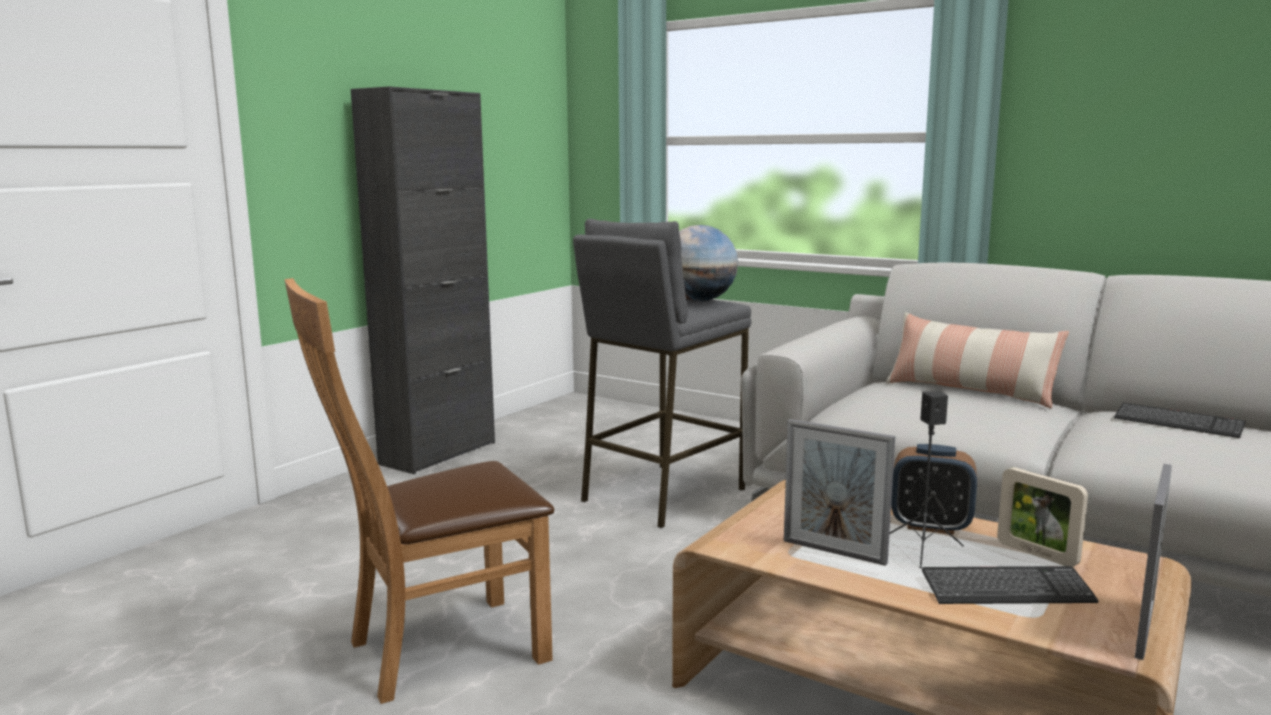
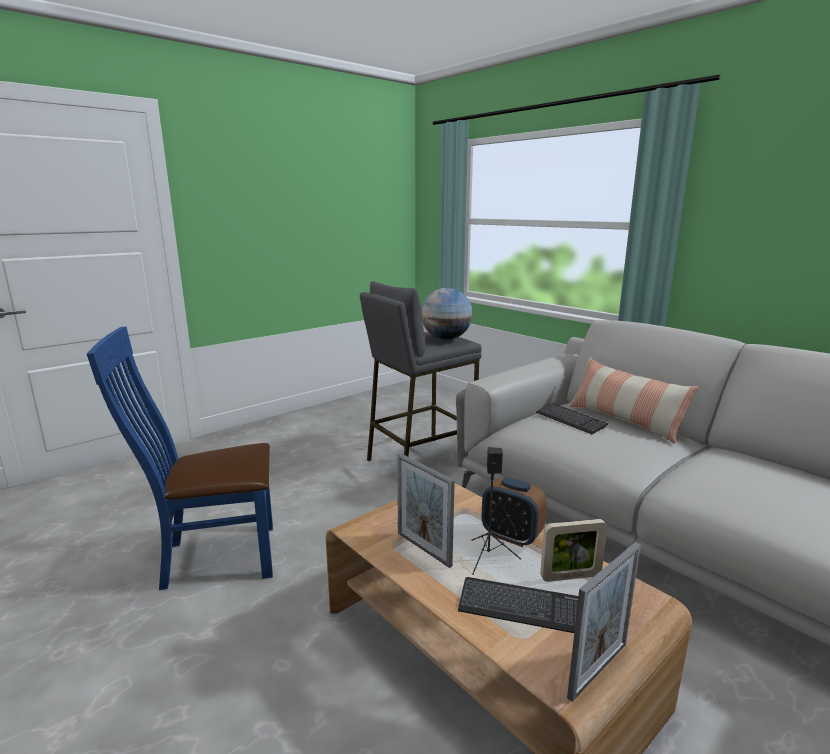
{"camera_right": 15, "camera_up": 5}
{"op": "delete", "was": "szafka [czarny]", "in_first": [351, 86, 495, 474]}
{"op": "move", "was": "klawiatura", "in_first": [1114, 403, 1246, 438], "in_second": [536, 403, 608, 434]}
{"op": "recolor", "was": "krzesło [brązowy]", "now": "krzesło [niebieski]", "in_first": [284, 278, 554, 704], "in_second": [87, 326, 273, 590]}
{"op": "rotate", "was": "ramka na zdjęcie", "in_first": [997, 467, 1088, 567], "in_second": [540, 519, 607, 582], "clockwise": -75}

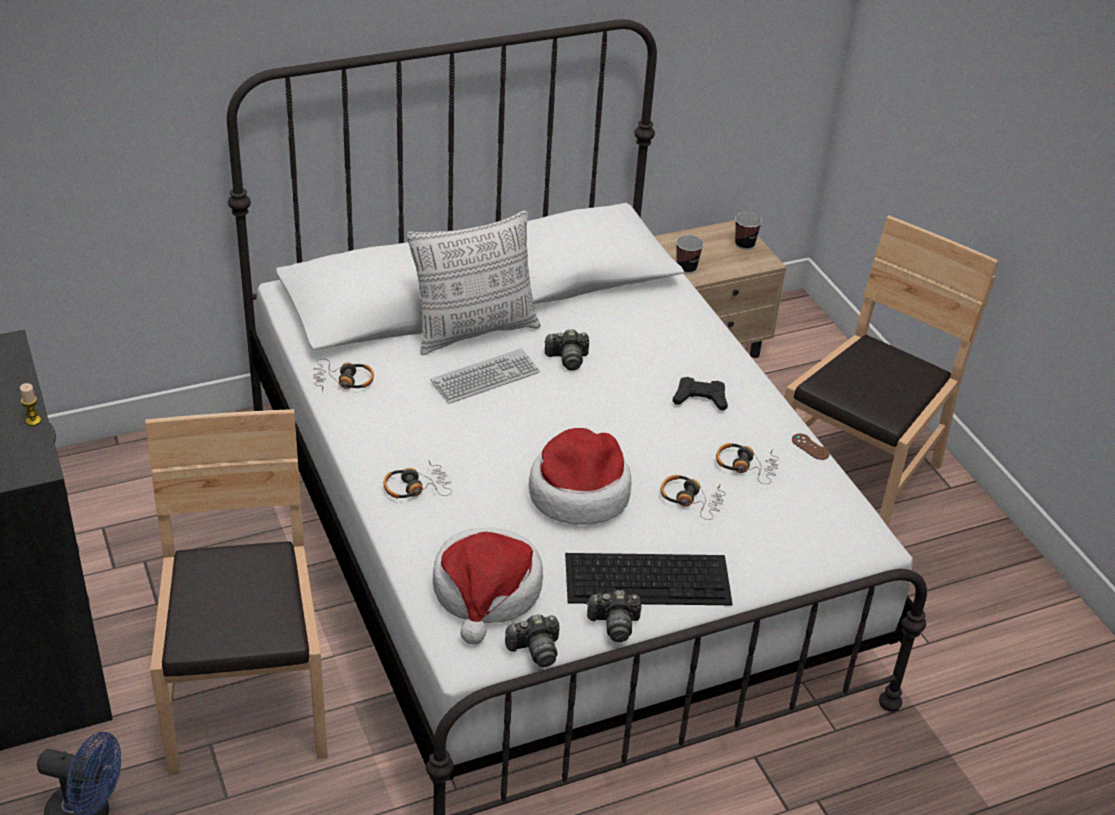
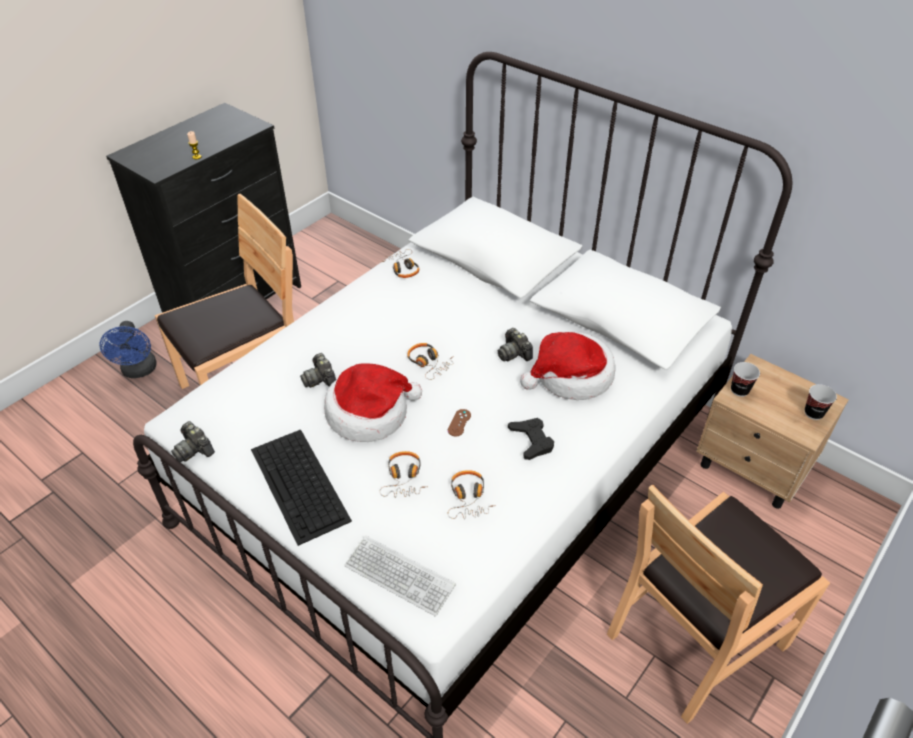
{"camera_right": 65, "camera_up": 5}
{"op": "delete", "was": "poduszka", "in_first": [406, 210, 541, 355]}
{"op": "move", "was": "słuchawki", "in_first": [383, 460, 452, 499], "in_second": [407, 343, 454, 380]}
{"op": "move", "was": "klawiatura", "in_first": [430, 348, 540, 404], "in_second": [344, 536, 456, 617]}
{"op": "move", "was": "kapelusz", "in_first": [433, 527, 543, 644], "in_second": [520, 332, 615, 400]}
{"op": "move", "was": "aparat fotograficzny", "in_first": [586, 590, 641, 642], "in_second": [300, 353, 336, 388]}
{"op": "move", "was": "pad do gier [brązowy]", "in_first": [792, 433, 830, 460], "in_second": [448, 409, 471, 437]}
{"op": "rotate", "was": "krzesło [brązowy]", "in_first": [785, 216, 998, 526], "in_second": [607, 485, 830, 724], "clockwise": 135}

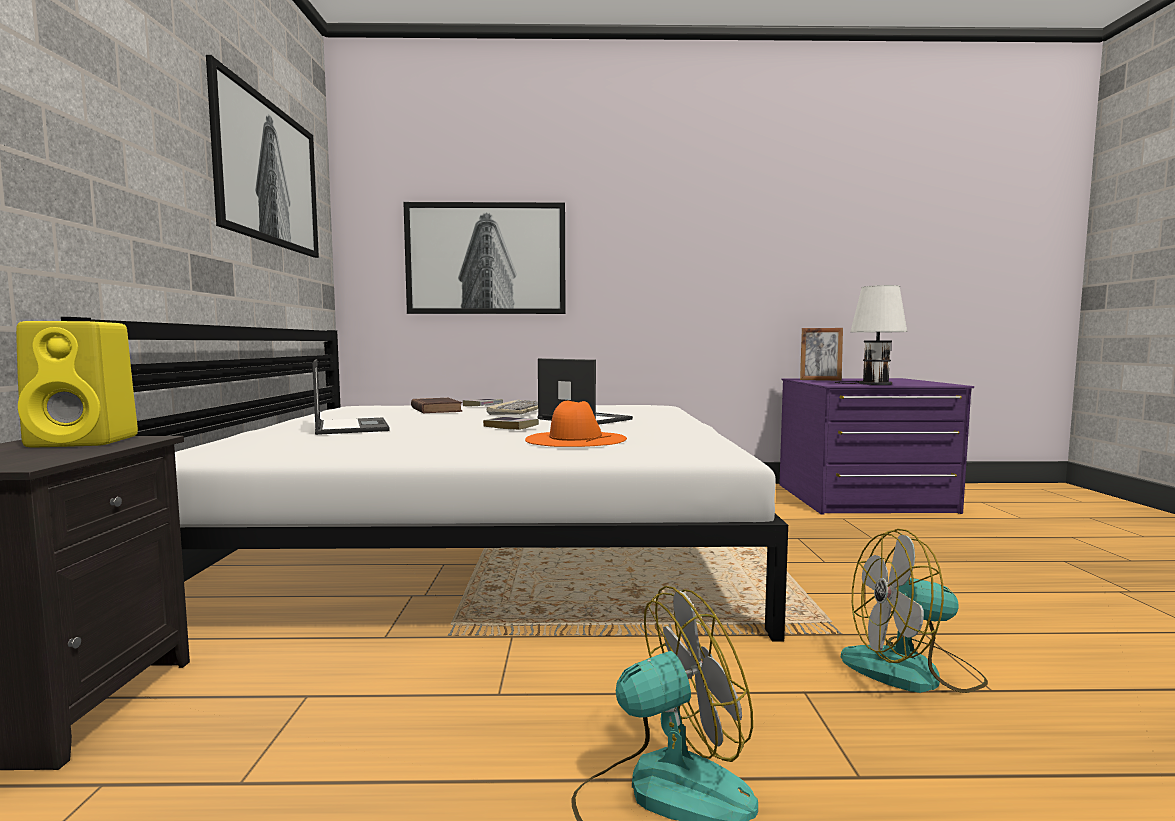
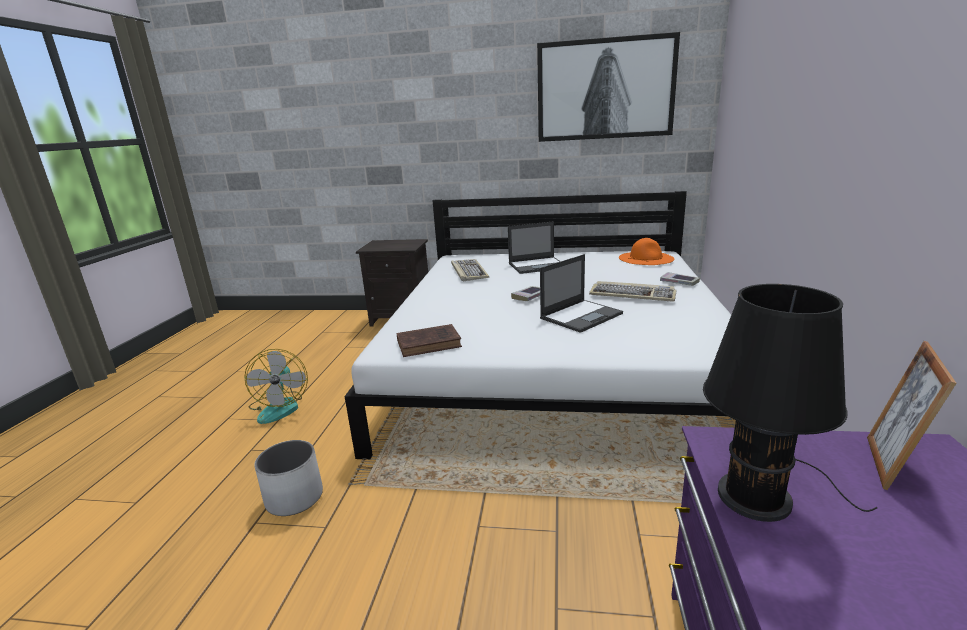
{"camera_right": 100, "camera_up": 15}
{"op": "delete", "was": "głośnik [żółty]", "in_first": [16, 321, 138, 448]}
{"op": "delete", "was": "obraz", "in_first": [403, 202, 566, 314]}
{"op": "insert", "now": "klawiatura", "in_second": [451, 259, 489, 281]}
{"op": "move", "was": "książka [brązowy]", "in_first": [411, 398, 463, 413], "in_second": [397, 324, 462, 357]}
{"op": "move", "was": "kapelusz [pomarańczowy]", "in_first": [525, 401, 627, 447], "in_second": [619, 238, 674, 265]}
{"op": "replace", "was": "wentylator", "now": "donica [biały]", "in_first": [841, 529, 988, 693], "in_second": [254, 440, 323, 516]}
{"op": "recolor", "was": "lampa stołowa [biały]", "now": "lampa stołowa [czarny]", "in_first": [834, 285, 908, 385], "in_second": [703, 284, 877, 522]}

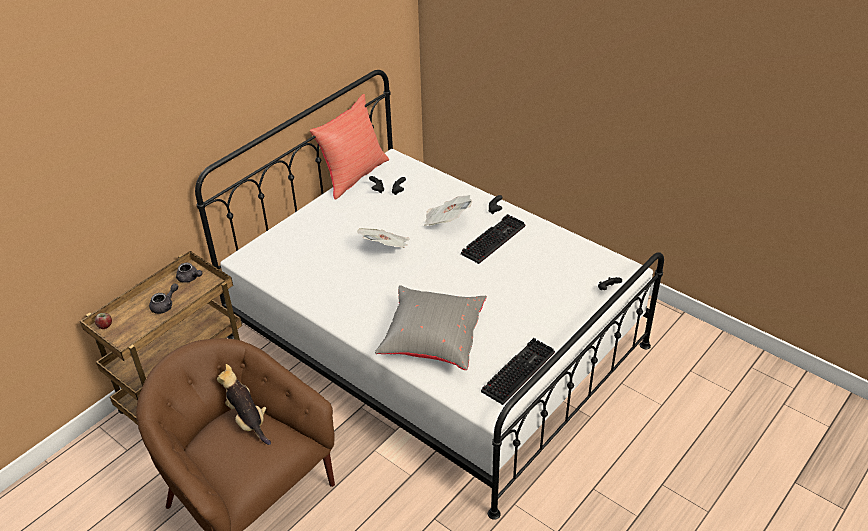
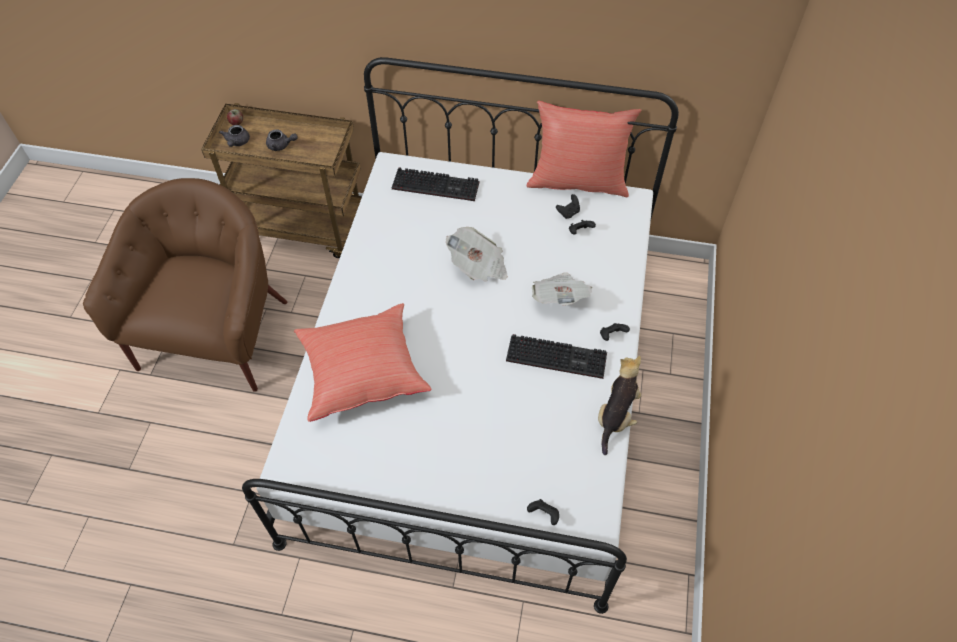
{"camera_right": 60, "camera_up": 15}
{"op": "move", "was": "imbryk [szary]", "in_first": [176, 263, 203, 283], "in_second": [219, 125, 250, 147]}
{"op": "move", "was": "pluszak", "in_first": [217, 364, 271, 445], "in_second": [598, 356, 642, 455]}
{"op": "move", "was": "klawiatura", "in_first": [481, 338, 555, 405], "in_second": [392, 167, 479, 201]}
{"op": "recolor", "was": "poduszka [szary]", "now": "poduszka [czerwony]", "in_first": [375, 285, 487, 370], "in_second": [294, 303, 431, 422]}

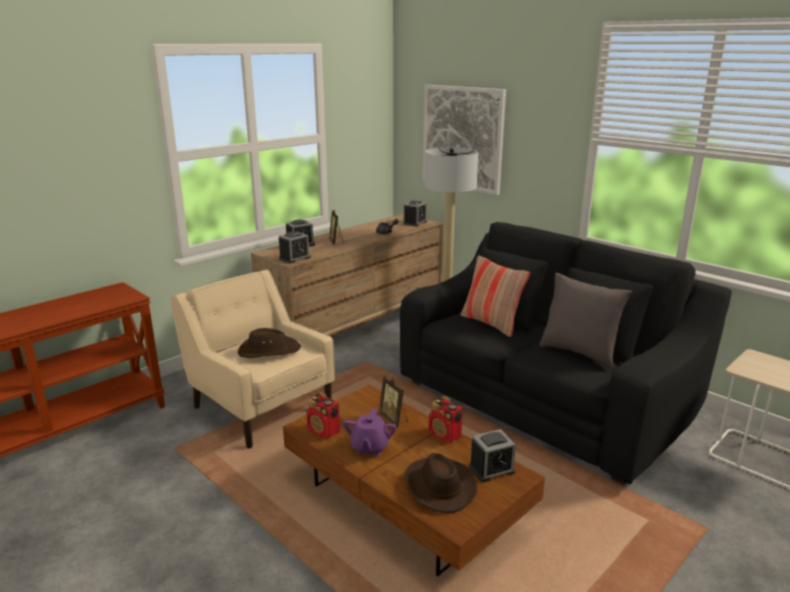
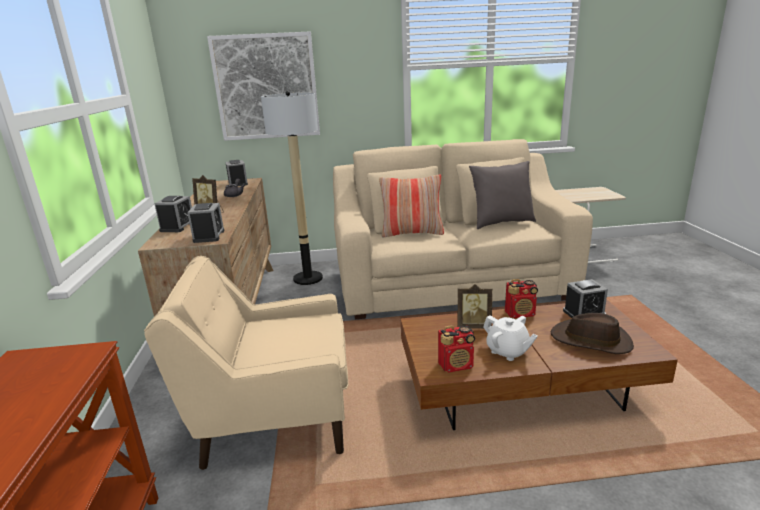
{"camera_right": -50, "camera_up": 0}
{"op": "delete", "was": "kapelusz [brązowy]", "in_first": [238, 328, 301, 358]}
{"op": "recolor", "was": "imbryk [fioletowy]", "now": "imbryk [biały]", "in_first": [343, 409, 396, 456], "in_second": [483, 315, 538, 361]}
{"op": "recolor", "was": "kanapa [czarny]", "now": "kanapa [beżowy]", "in_first": [400, 222, 732, 485], "in_second": [333, 139, 593, 319]}
{"op": "rotate", "was": "budzik", "in_first": [469, 429, 516, 482], "in_second": [563, 279, 608, 318], "clockwise": 60}

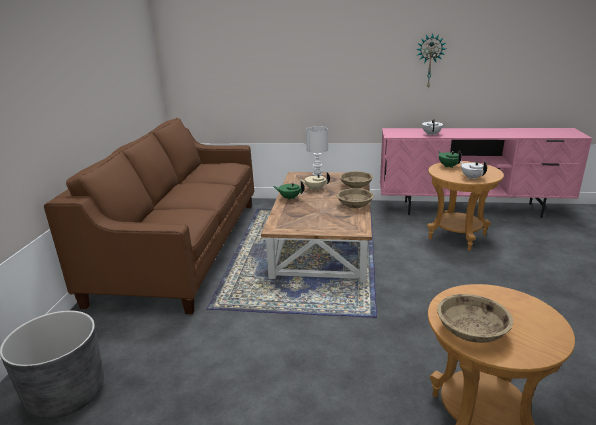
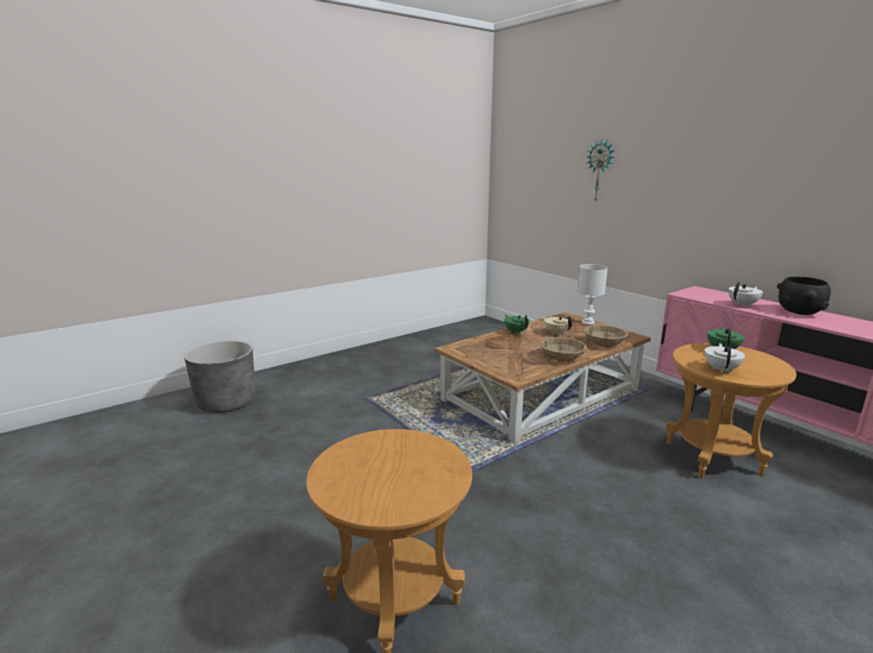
{"camera_right": 45, "camera_up": -5}
{"op": "delete", "was": "kanapa [brązowy]", "in_first": [44, 118, 254, 314]}
{"op": "delete", "was": "miska [beżowy]", "in_first": [437, 294, 513, 343]}
{"op": "insert", "now": "miska [czarny]", "in_second": [777, 276, 831, 315]}
{"op": "move", "was": "zegar ścienny", "in_first": [416, 34, 446, 88], "in_second": [586, 140, 614, 203]}

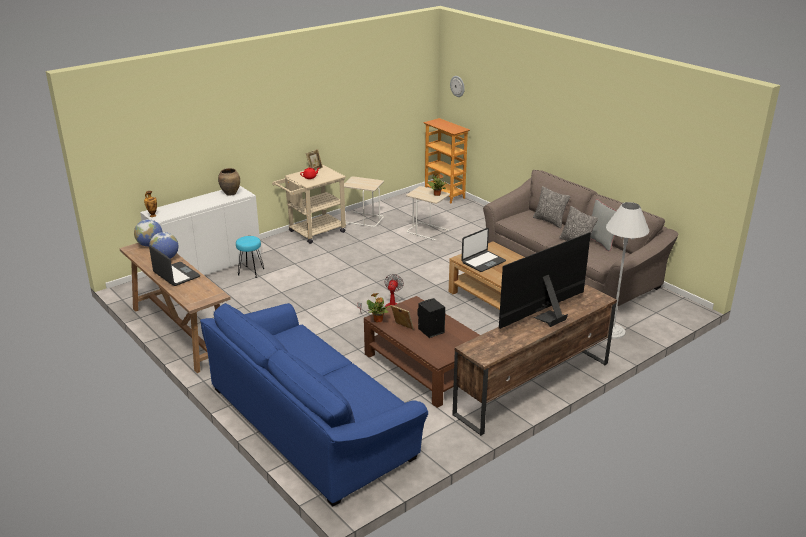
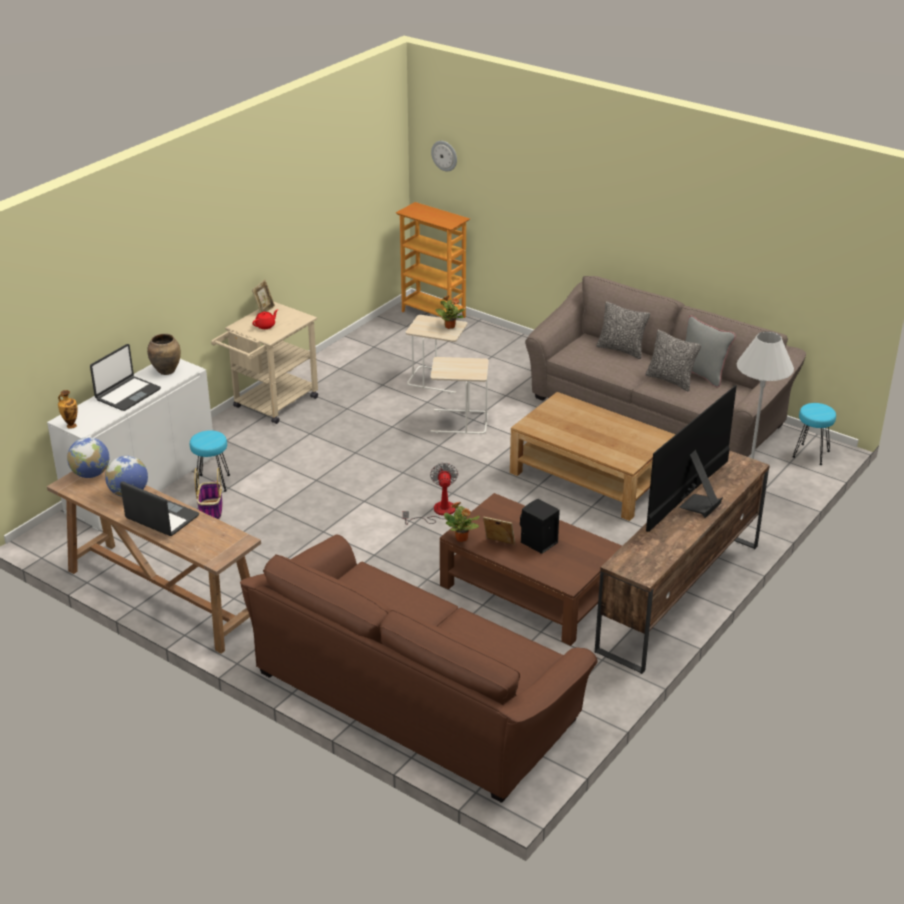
{"camera_right": -15, "camera_up": 5}
{"op": "insert", "now": "koszyk", "in_second": [194, 468, 223, 520]}
{"op": "insert", "now": "stołek [turkusowy]", "in_second": [792, 403, 836, 465]}
{"op": "move", "was": "stolik [beżowy]", "in_first": [344, 176, 384, 227], "in_second": [430, 357, 489, 434]}
{"op": "move", "was": "laptop", "in_first": [461, 228, 506, 272], "in_second": [90, 344, 161, 411]}
{"op": "recolor", "was": "kanapa [niebieski]", "now": "kanapa [brązowy]", "in_first": [200, 303, 428, 506], "in_second": [240, 535, 598, 803]}

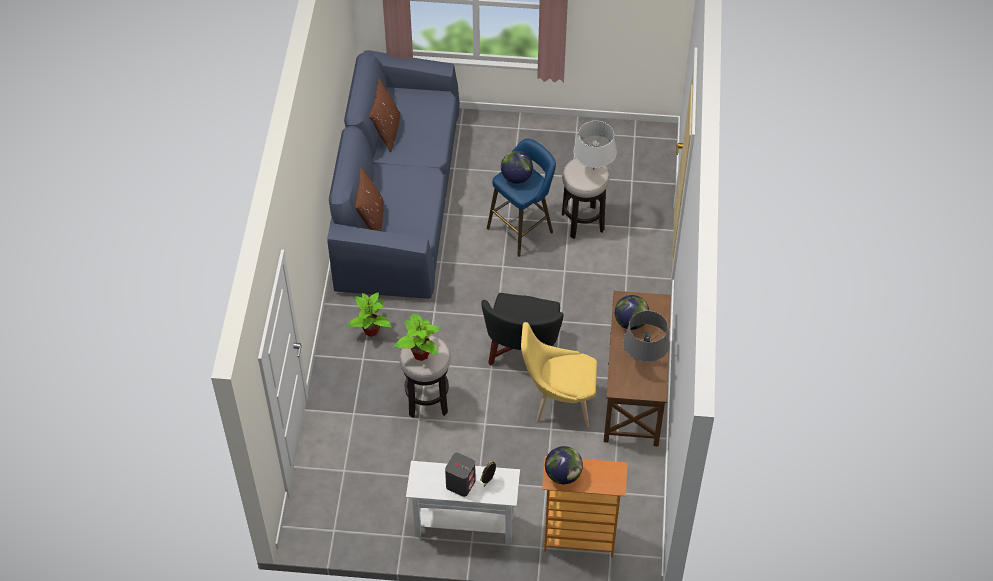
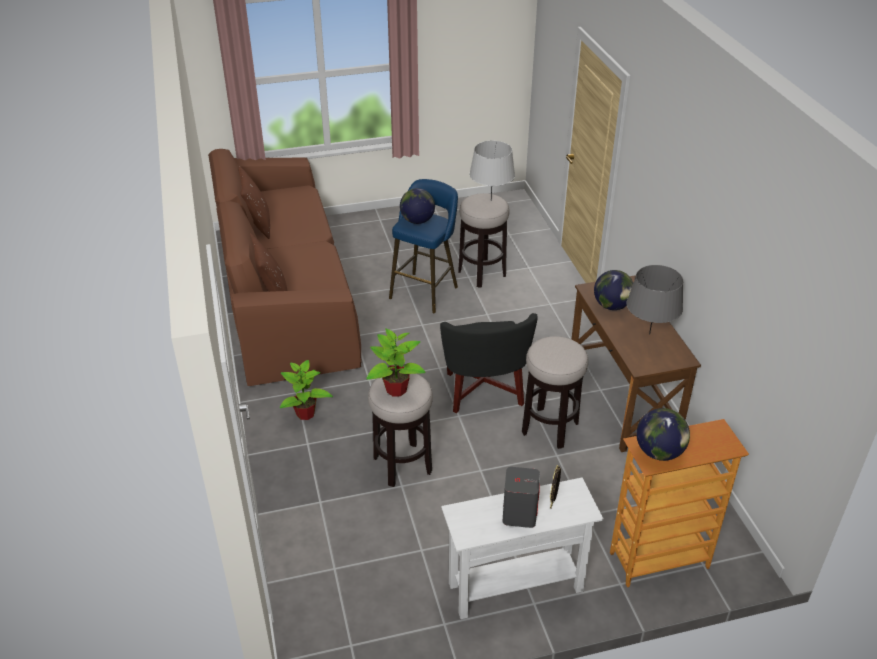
{"camera_right": -20, "camera_up": -15}
{"op": "replace", "was": "krzesło [żółty]", "now": "stołek", "in_first": [521, 322, 597, 428], "in_second": [522, 336, 588, 449]}
{"op": "recolor", "was": "kanapa [niebieski]", "now": "kanapa [brązowy]", "in_first": [327, 50, 460, 299], "in_second": [208, 149, 362, 386]}

